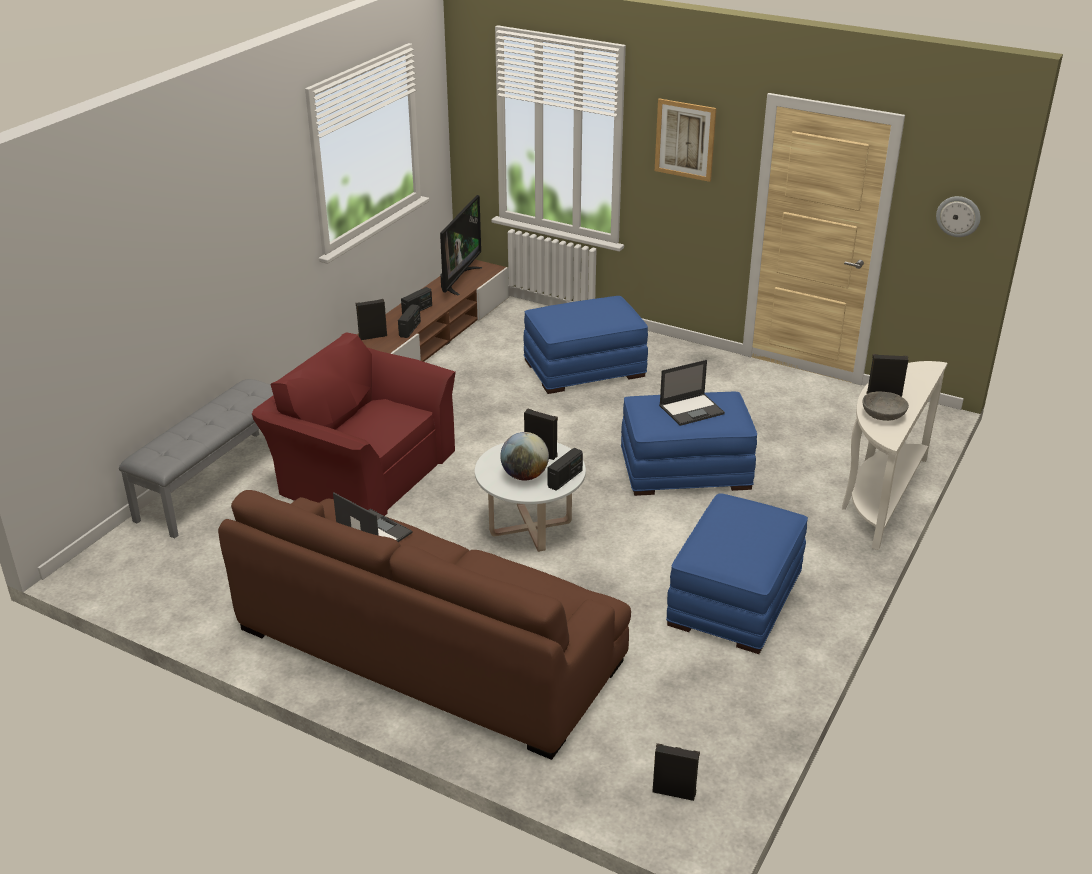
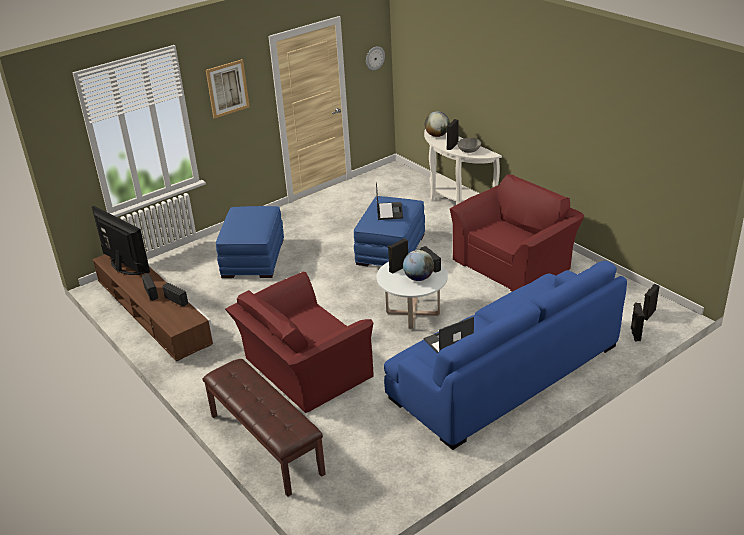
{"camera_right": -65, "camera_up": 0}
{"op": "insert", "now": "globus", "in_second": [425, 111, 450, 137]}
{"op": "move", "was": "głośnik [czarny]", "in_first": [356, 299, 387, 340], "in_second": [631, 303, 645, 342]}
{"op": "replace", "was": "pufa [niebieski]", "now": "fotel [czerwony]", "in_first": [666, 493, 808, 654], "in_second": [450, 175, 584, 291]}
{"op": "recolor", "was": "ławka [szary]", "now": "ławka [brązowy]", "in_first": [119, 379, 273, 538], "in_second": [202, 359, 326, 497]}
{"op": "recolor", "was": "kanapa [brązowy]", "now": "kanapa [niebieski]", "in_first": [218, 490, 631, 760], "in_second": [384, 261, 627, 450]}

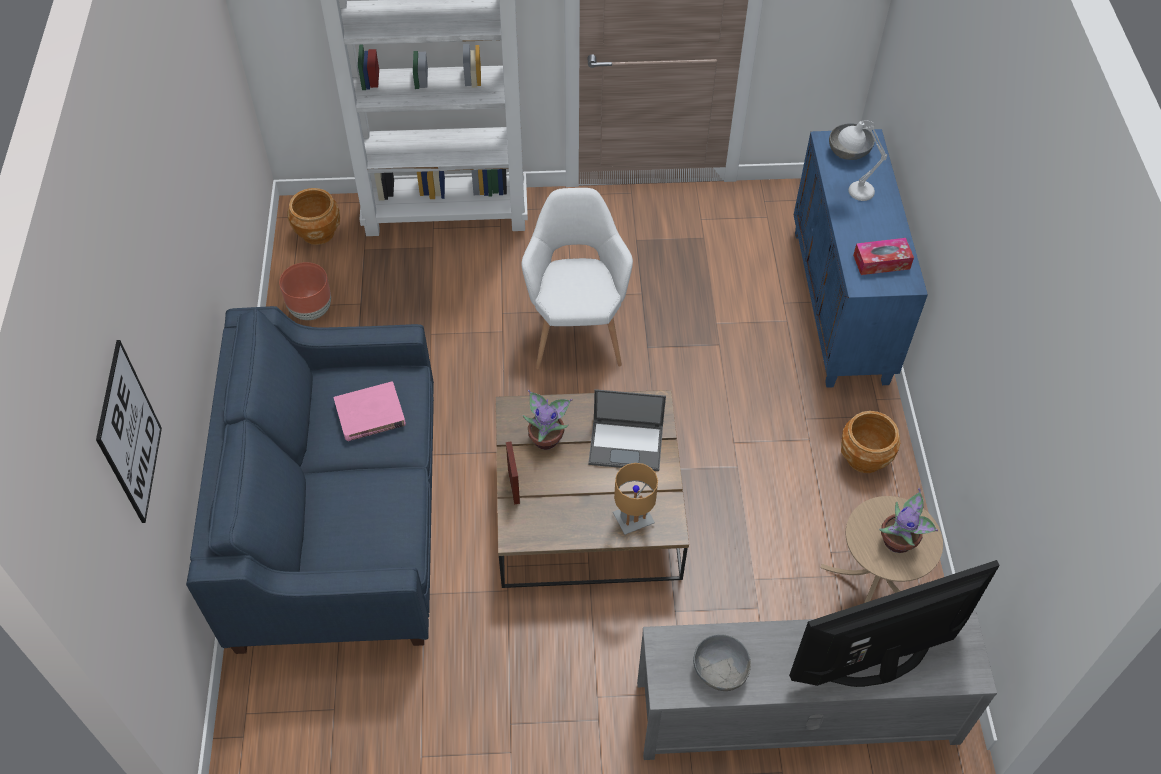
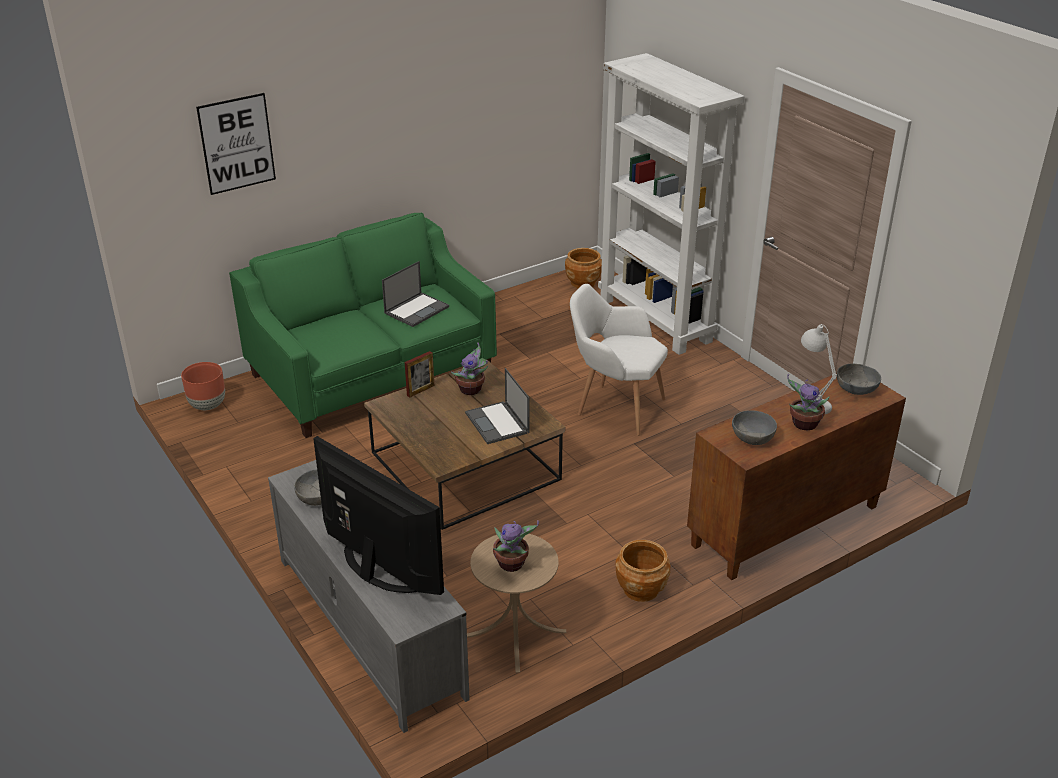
{"camera_right": 60, "camera_up": -20}
{"op": "delete", "was": "lampa stołowa [brązowy]", "in_first": [613, 463, 658, 535]}
{"op": "insert", "now": "roślina doniczkowa", "in_second": [787, 374, 830, 430]}
{"op": "move", "was": "donica [brązowy]", "in_first": [279, 262, 331, 320], "in_second": [181, 362, 225, 410]}
{"op": "replace", "was": "książka [różowy]", "now": "laptop", "in_first": [334, 381, 406, 441], "in_second": [382, 261, 449, 327]}
{"op": "replace", "was": "pudełko chusteczek", "now": "miska [szary]", "in_first": [853, 238, 914, 275], "in_second": [732, 410, 777, 445]}
{"op": "recolor", "was": "kanapa [niebieski]", "now": "kanapa [zielony]", "in_first": [186, 306, 434, 654], "in_second": [229, 213, 497, 438]}
{"op": "recolor", "was": "szafka [niebieski]", "now": "szafka [brązowy]", "in_first": [794, 129, 928, 388], "in_second": [687, 373, 906, 580]}
{"op": "rotate", "was": "fotel [biały]", "in_first": [522, 188, 633, 370], "in_second": [570, 284, 668, 436], "clockwise": -120}

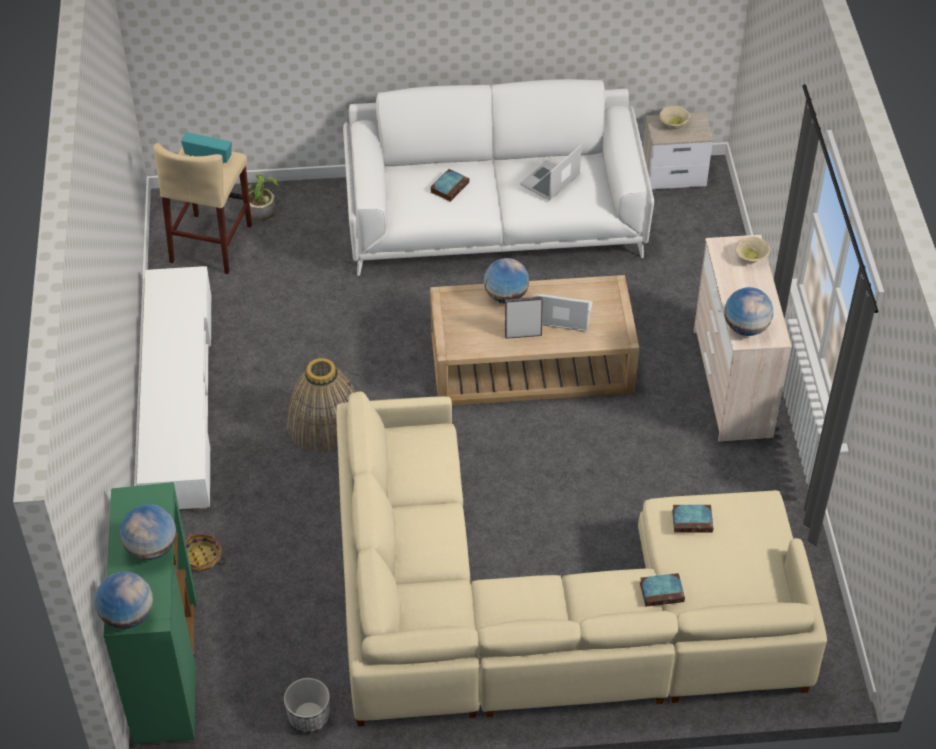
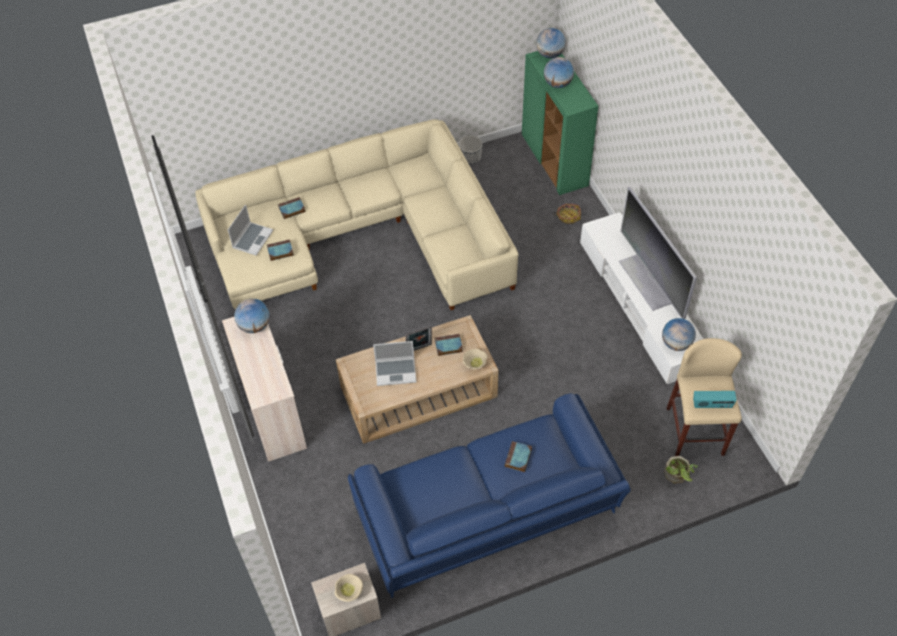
{"camera_right": 165, "camera_up": 5}
{"op": "delete", "was": "koszyk", "in_first": [288, 358, 356, 454]}
{"op": "insert", "now": "książka", "in_second": [435, 334, 463, 356]}
{"op": "insert", "now": "telewizor", "in_second": [619, 187, 697, 319]}
{"op": "move", "was": "globus", "in_first": [484, 258, 529, 304], "in_second": [662, 318, 696, 351]}
{"op": "move", "was": "laptop", "in_first": [520, 145, 582, 201], "in_second": [228, 204, 273, 256]}
{"op": "move", "was": "miska [beżowy]", "in_first": [735, 237, 770, 263], "in_second": [463, 349, 488, 370]}
{"op": "recolor", "was": "kanapa [biały]", "now": "kanapa [niebieski]", "in_first": [343, 79, 654, 276], "in_second": [348, 393, 631, 598]}

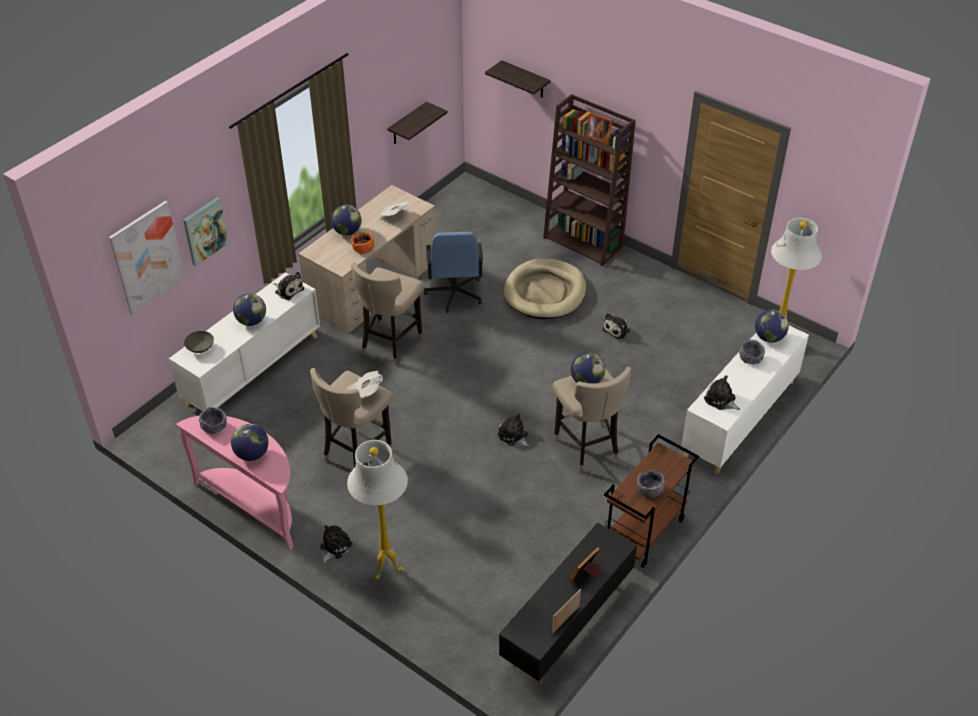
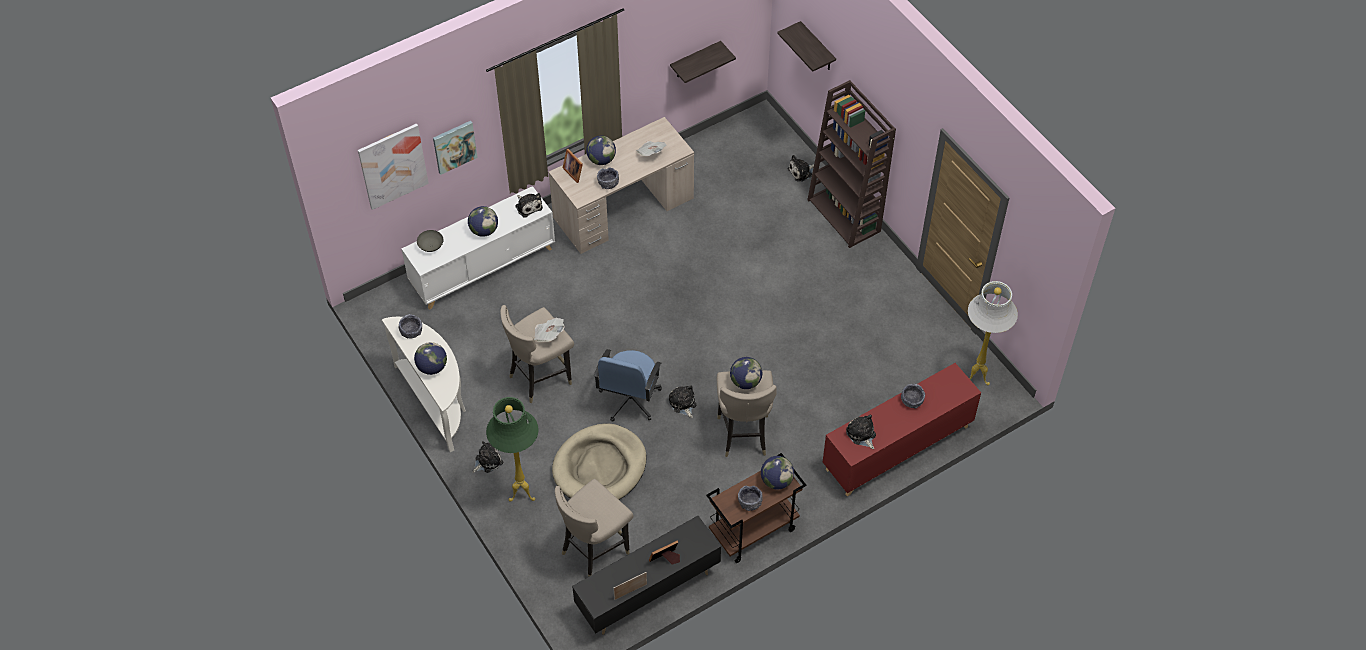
{"camera_right": 20, "camera_up": 10}
{"op": "move", "was": "stołek [beżowy]", "in_first": [351, 262, 424, 365], "in_second": [555, 479, 633, 577]}
{"op": "move", "was": "krzesło biurowe [niebieski]", "in_first": [424, 232, 483, 313], "in_second": [594, 349, 662, 422]}
{"op": "move", "was": "legowisko [beżowy]", "in_first": [504, 258, 586, 319], "in_second": [552, 423, 646, 500]}
{"op": "move", "was": "ramka na zdjęcie", "in_first": [585, 112, 613, 145], "in_second": [563, 149, 583, 183]}
{"op": "move", "was": "pluszak", "in_first": [602, 313, 630, 340], "in_second": [788, 155, 814, 182]}
{"op": "move", "was": "globus", "in_first": [755, 309, 789, 343], "in_second": [761, 456, 794, 489]}
{"op": "recolor", "was": "stolik konsolowy [różowy]", "now": "stolik konsolowy [biały]", "in_first": [176, 416, 294, 550], "in_second": [382, 317, 466, 452]}
{"op": "recolor", "was": "lampa stojąca [biały]", "now": "lampa stojąca [zielony]", "in_first": [347, 440, 408, 580], "in_second": [486, 397, 539, 502]}
{"op": "recolor", "was": "miska [pomarańczowy]", "now": "miska [szary]", "in_first": [351, 232, 374, 254], "in_second": [597, 167, 619, 189]}
{"op": "recolor", "was": "szafka [biały]", "now": "szafka [czerwony]", "in_first": [681, 326, 809, 474], "in_second": [823, 363, 981, 497]}

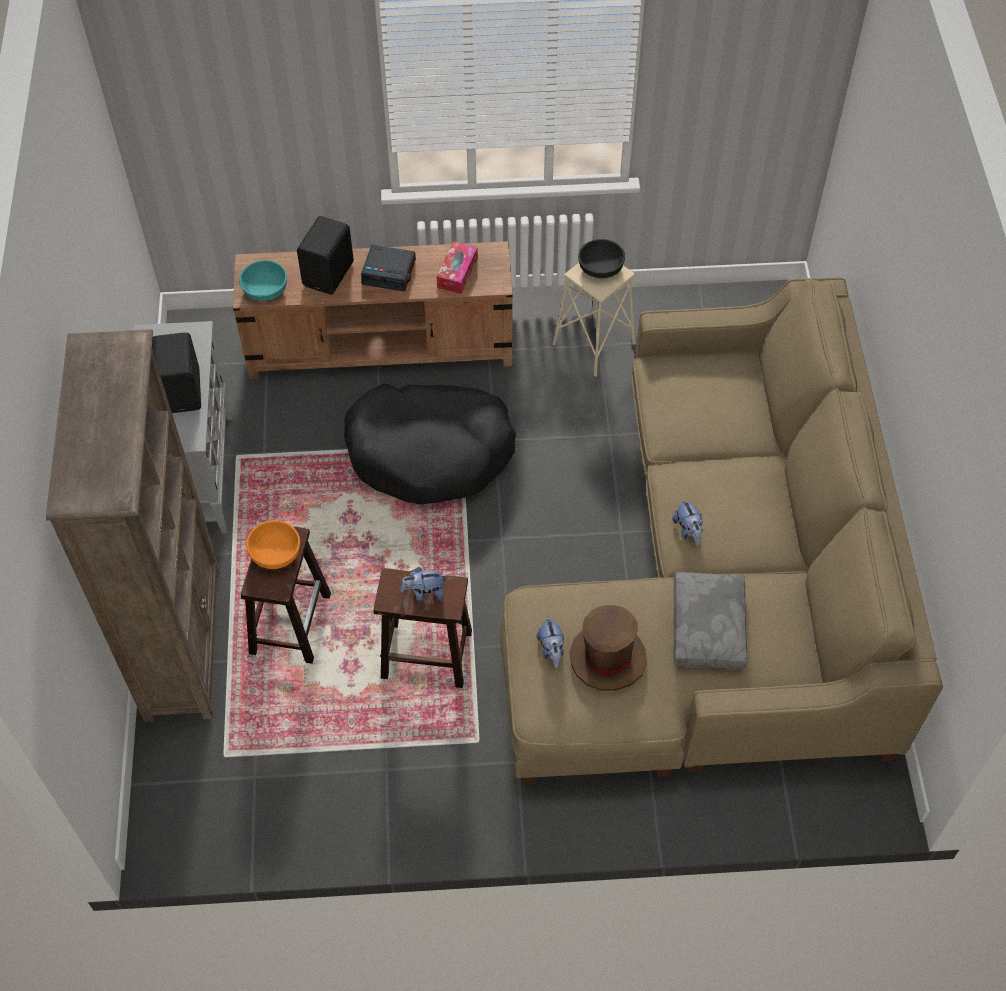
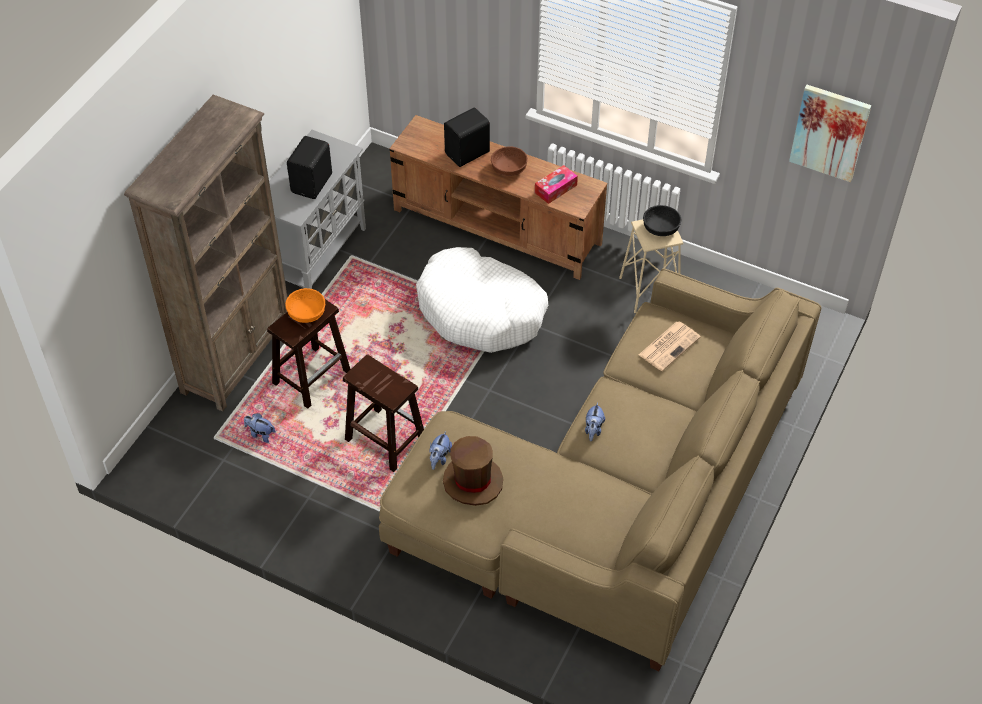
{"camera_right": 30, "camera_up": -5}
{"op": "delete", "was": "miska [turkusowy]", "in_first": [239, 260, 287, 301]}
{"op": "delete", "was": "poduszka [szary]", "in_first": [674, 572, 747, 669]}
{"op": "insert", "now": "gazeta", "in_second": [639, 322, 701, 371]}
{"op": "insert", "now": "obraz", "in_second": [789, 85, 871, 182]}
{"op": "move", "was": "pluszak", "in_first": [401, 567, 448, 601], "in_second": [244, 413, 275, 443]}
{"op": "replace", "was": "budzik", "now": "miska [brązowy]", "in_first": [361, 244, 416, 292], "in_second": [491, 147, 528, 176]}
{"op": "recolor", "was": "legowisko [czarny]", "now": "legowisko [biały]", "in_first": [344, 383, 516, 505], "in_second": [416, 247, 548, 353]}

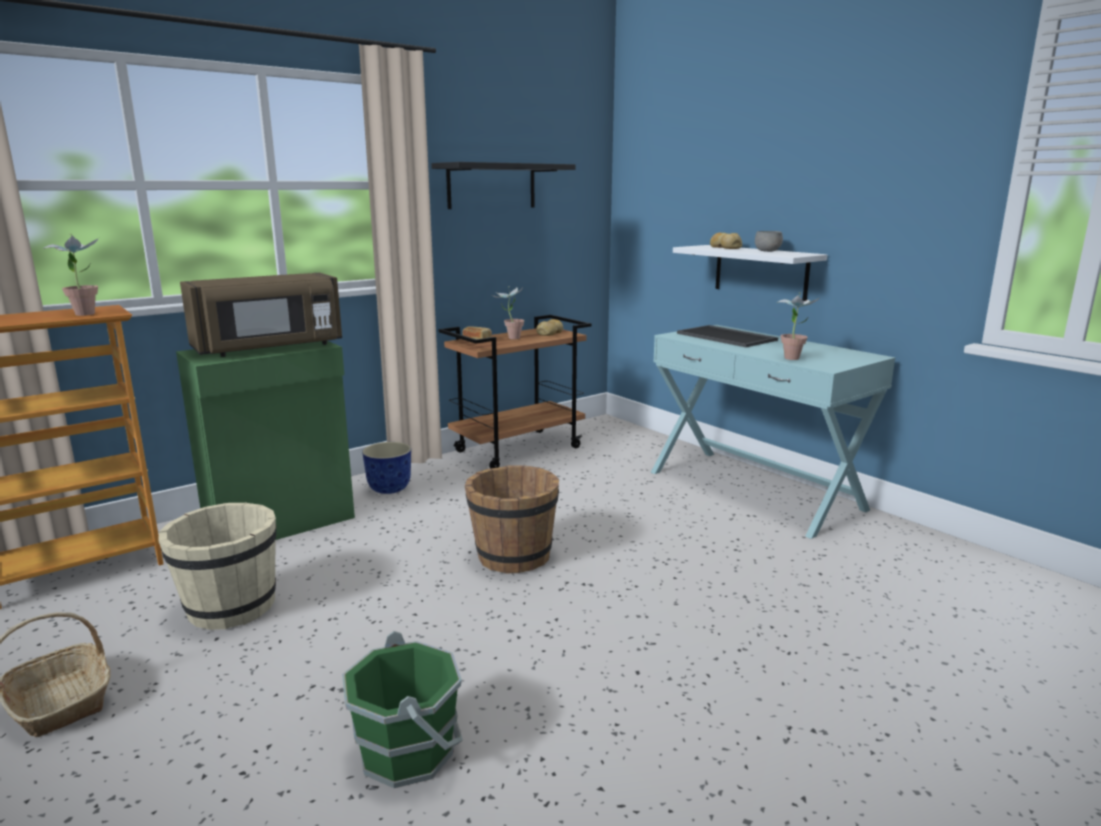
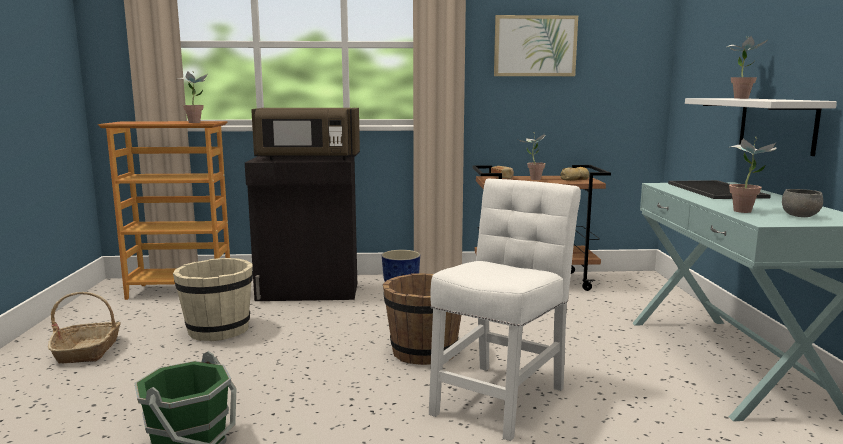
{"camera_right": 35, "camera_up": -5}
{"op": "insert", "now": "krzesło [biały]", "in_second": [429, 179, 581, 441]}
{"op": "move", "was": "miska [szary]", "in_first": [755, 231, 783, 252], "in_second": [782, 189, 823, 217]}
{"op": "replace", "was": "półka [czarny]", "now": "obraz", "in_first": [431, 162, 576, 209], "in_second": [494, 15, 578, 76]}
{"op": "replace", "was": "chleb", "now": "roślina doniczkowa", "in_first": [710, 233, 743, 249], "in_second": [727, 36, 767, 99]}
{"op": "recolor", "was": "szafka [zielony]", "now": "szafka [czarny]", "in_first": [176, 341, 355, 540], "in_second": [245, 156, 357, 301]}

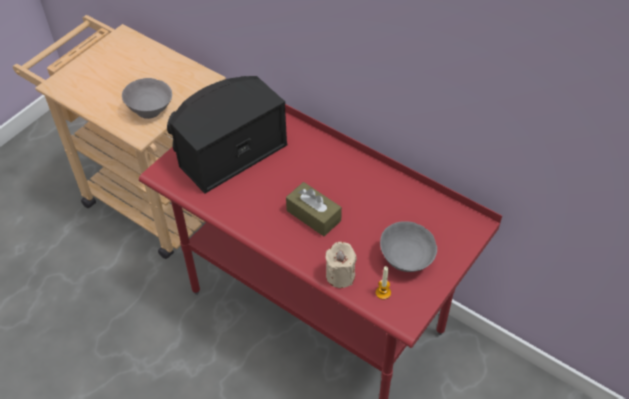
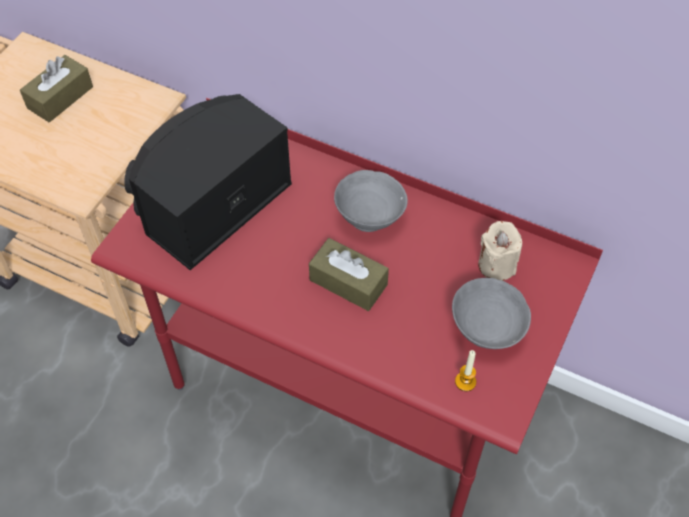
{"camera_right": -10, "camera_up": 5}
{"op": "insert", "now": "pudełko chusteczek [brązowy]", "in_second": [20, 55, 93, 122]}
{"op": "move", "was": "miska [szary]", "in_first": [122, 78, 172, 119], "in_second": [334, 170, 408, 232]}
{"op": "move", "was": "świeca [beżowy]", "in_first": [325, 242, 357, 288], "in_second": [478, 221, 522, 281]}

